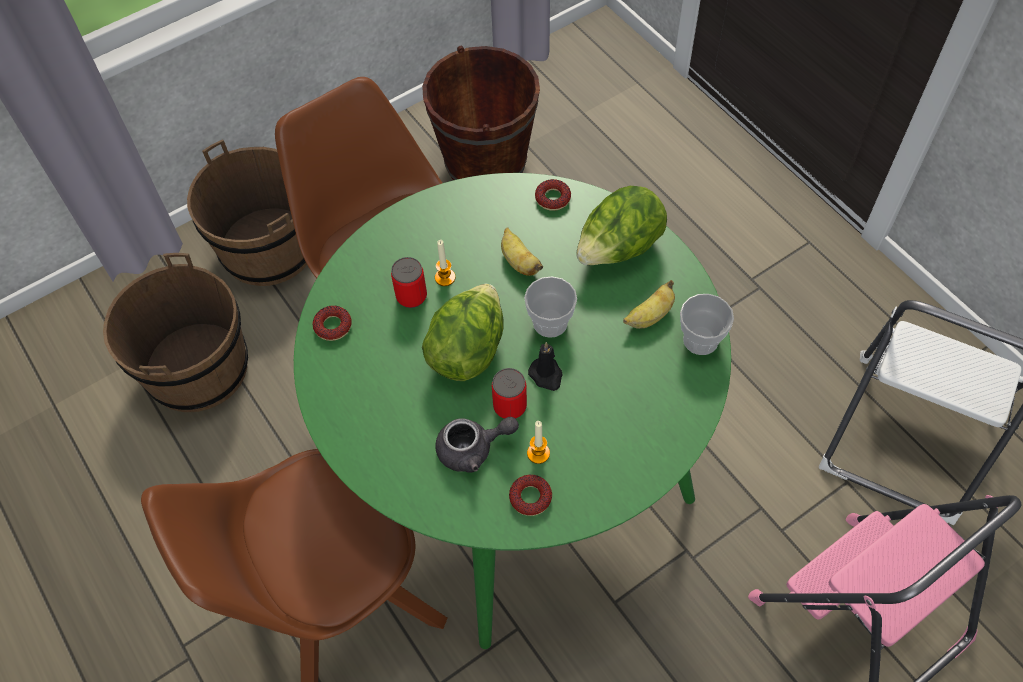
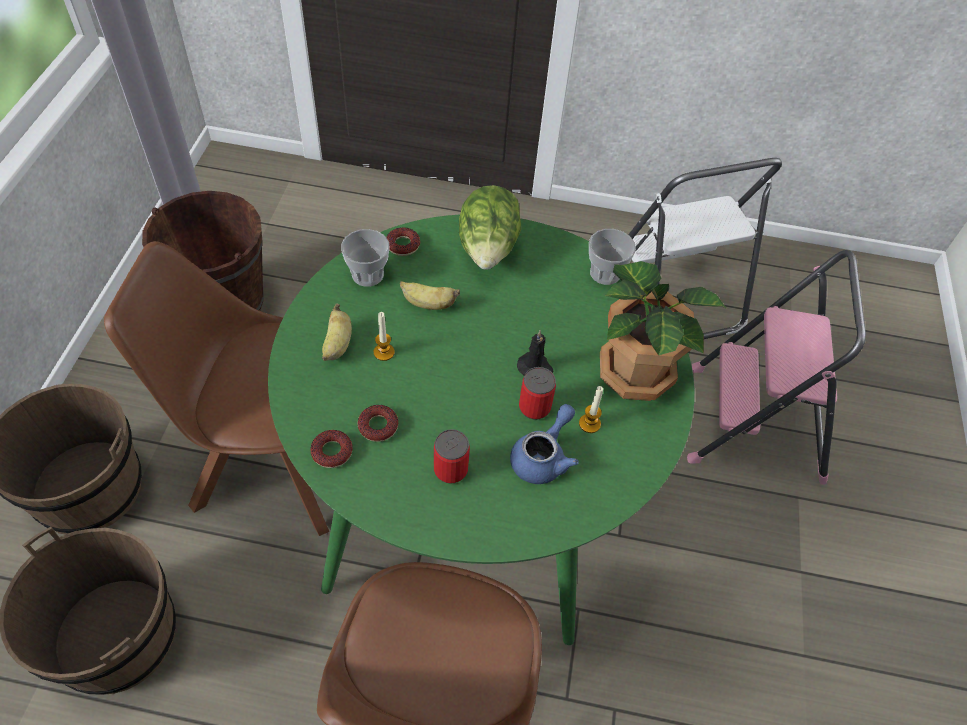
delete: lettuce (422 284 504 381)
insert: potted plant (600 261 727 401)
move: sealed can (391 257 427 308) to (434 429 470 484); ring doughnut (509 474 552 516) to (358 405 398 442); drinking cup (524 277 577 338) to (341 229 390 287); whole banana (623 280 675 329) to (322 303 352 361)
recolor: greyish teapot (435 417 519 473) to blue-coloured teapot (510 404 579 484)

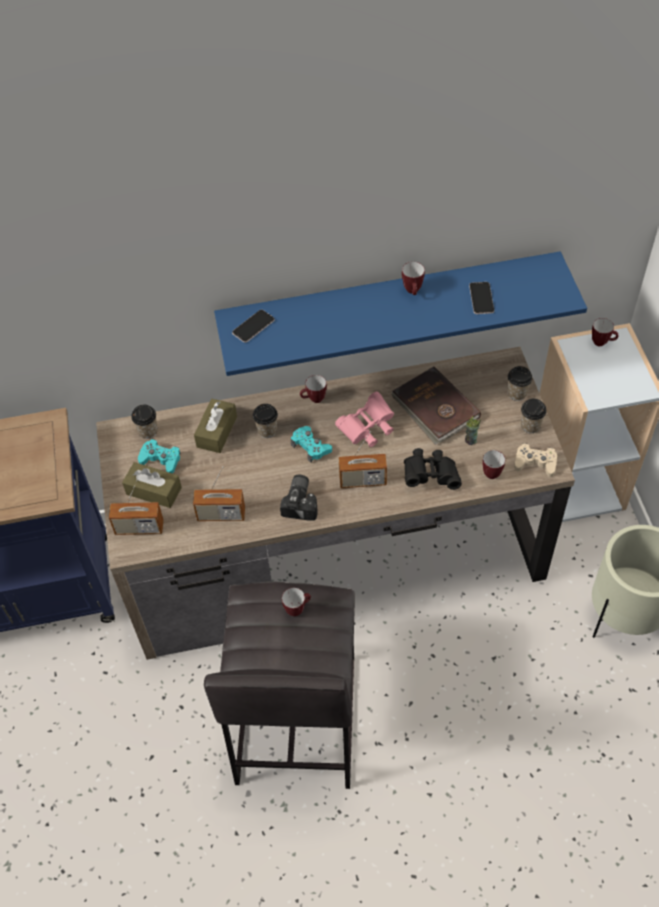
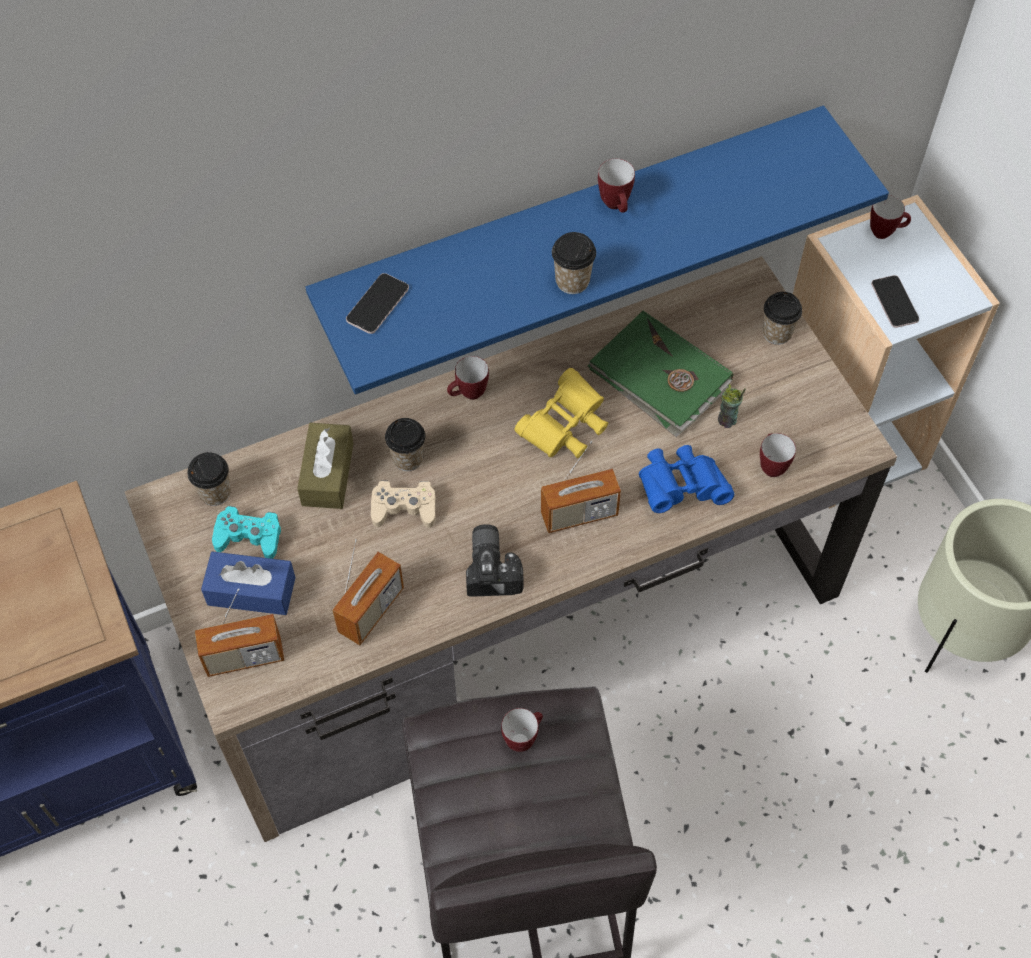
delete: blue-green game controller (291 426 332 463)
move: telephone (469 282 494 314) to (871 275 919 328); sand-coloured game controller (514 443 557 477) to (371 480 436 528); drinking cup (521 399 547 433) to (552 232 596 294)
recolor: brown-coloured tissue box (122 462 182 508) to blue-coloured tissue box (201 551 296 615); pink binoculars (335 392 394 447) to yellow binoculars (514 368 608 458); brown-coloured bound book (391 366 481 445) to green bound book (588 311 733 437); blackish binoculars (404 448 462 490) to blue-coloured binoculars (639 445 734 513)
rotate: radio set (193 467 245 521) = (332 539 404 645) 45 degrees counterclockwise

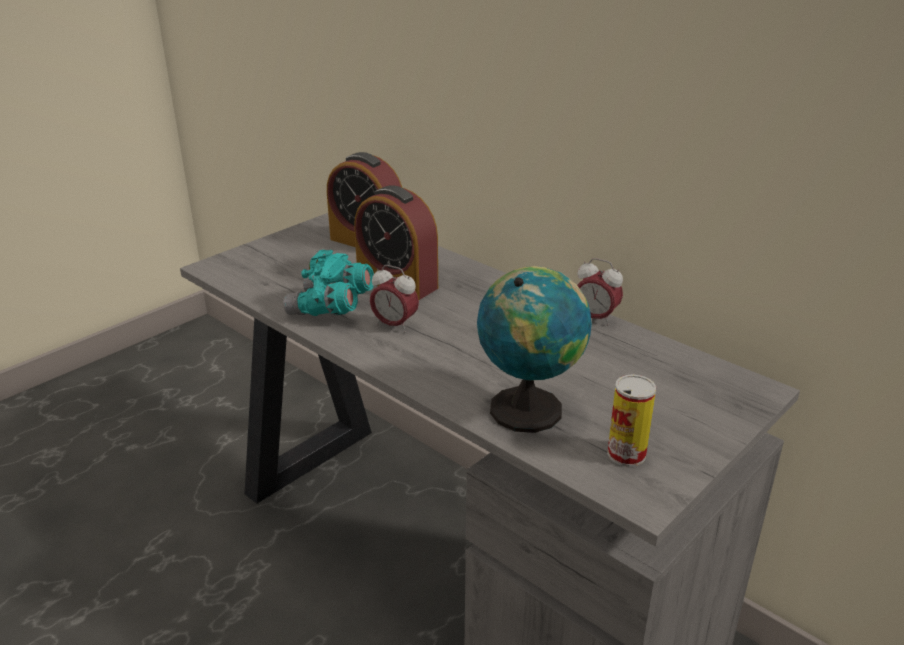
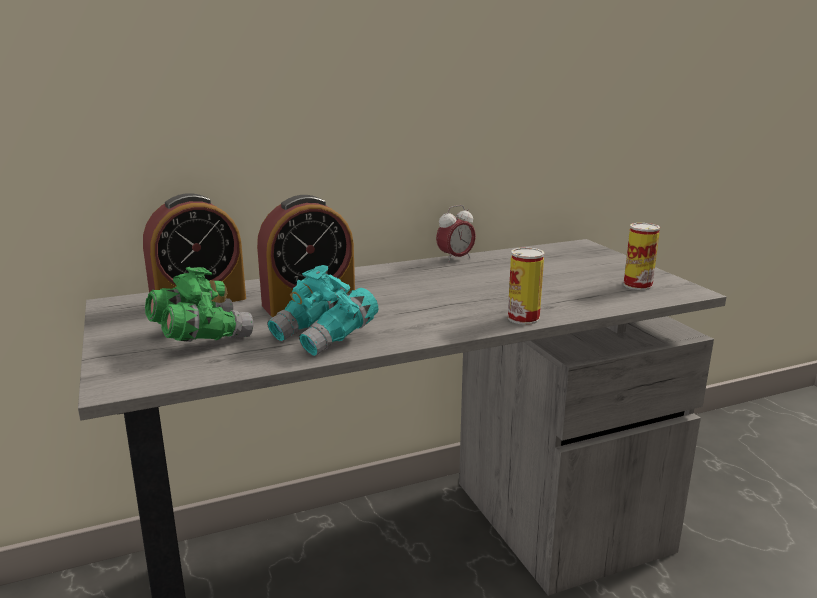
delete: bedside clock (370 265 419 333); world globe (477 266 592 433)
insert: green binoculars (145 267 253 342); sealed can (508 247 544 325)

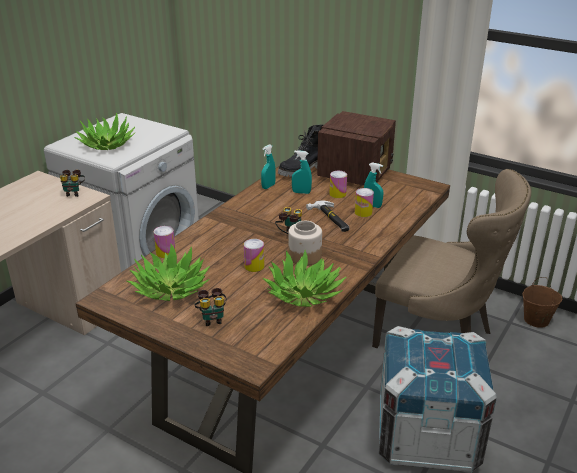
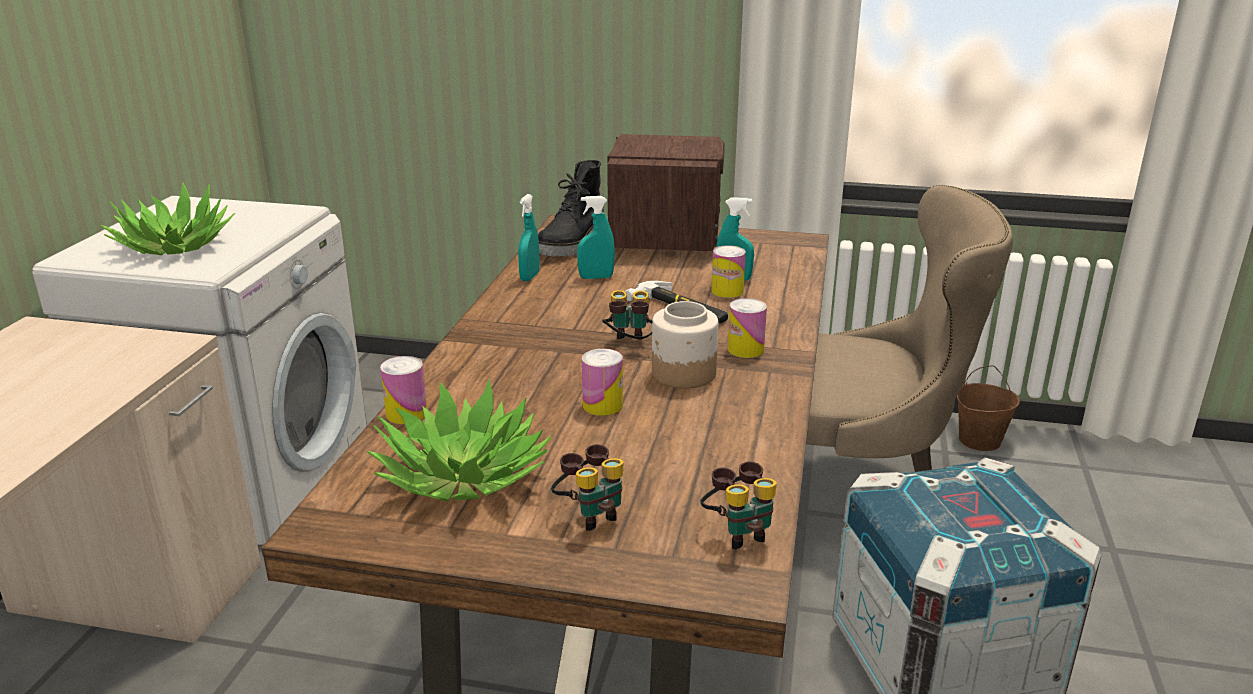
delete: potted plant (262 250 346 307)
move: binoculars (60 170 85 197) to (700 461 777 549); sealed can (330 171 347 198) to (728 298 767 358)

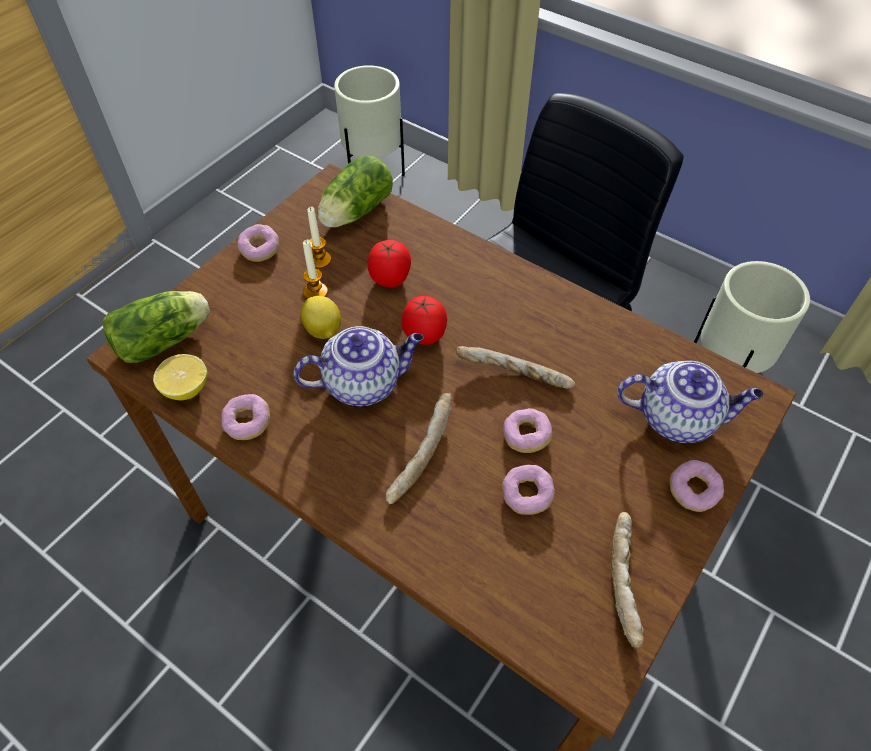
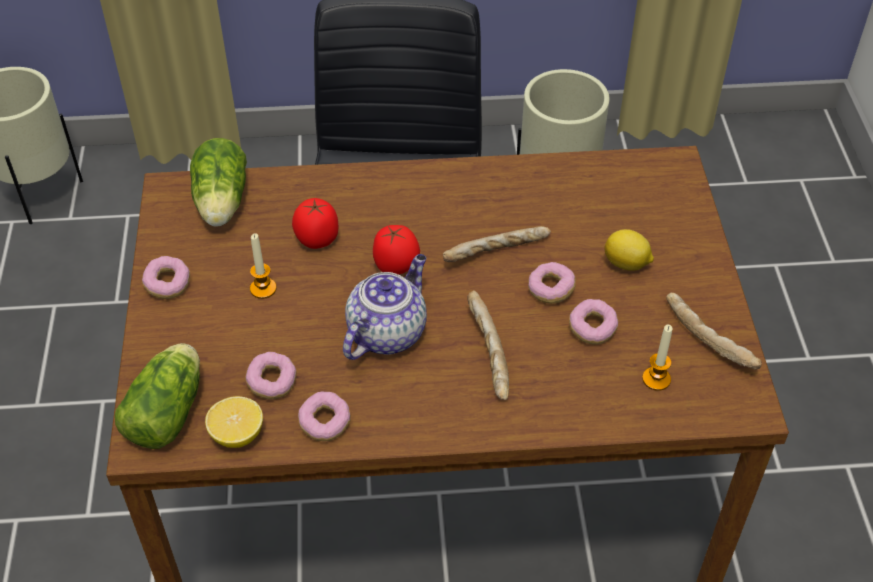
delete: teapot (617 360 764 443)
move: whole lemon (301 296 341 339) to (604 229 654 271); wax light (307 207 331 269) to (642 325 673 391); ring doughnut (670 460 724 512) to (245 352 297 399)

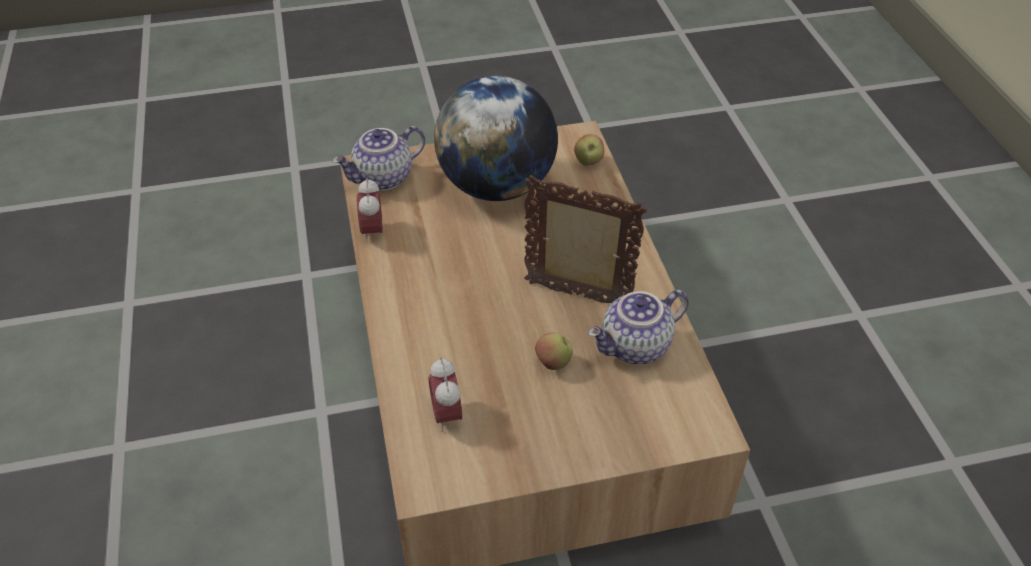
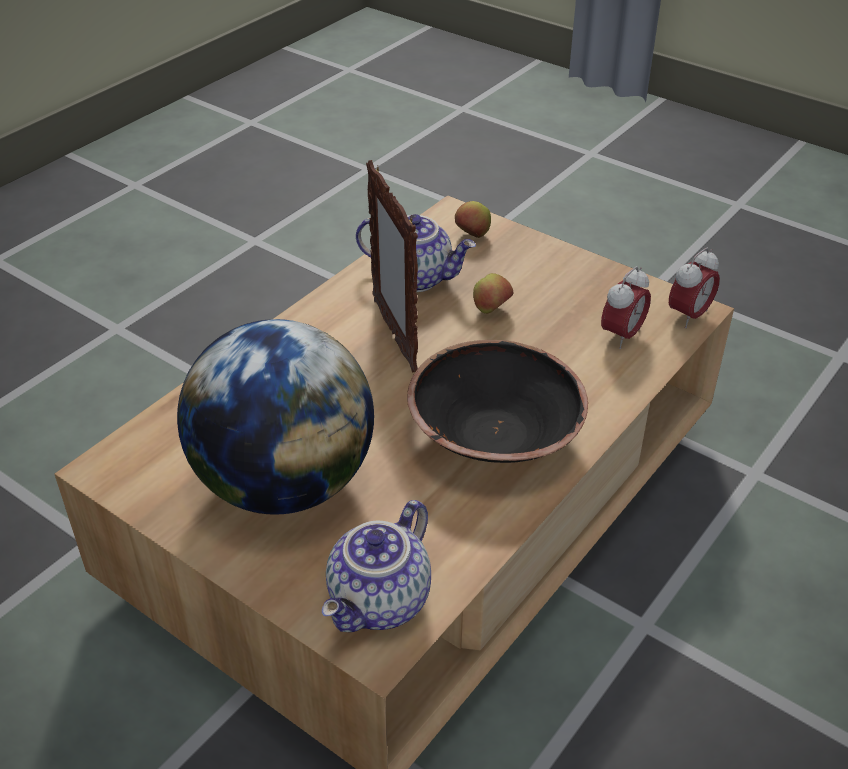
insert: blackish serving bowl (407 340 588 463)
move: bedside clock (357 178 383 243) to (669 248 720 328); whole apple (574 134 604 166) to (455 201 491 238)
rotate: teapot (332 126 425 191) = (322 500 431 632) 105 degrees clockwise

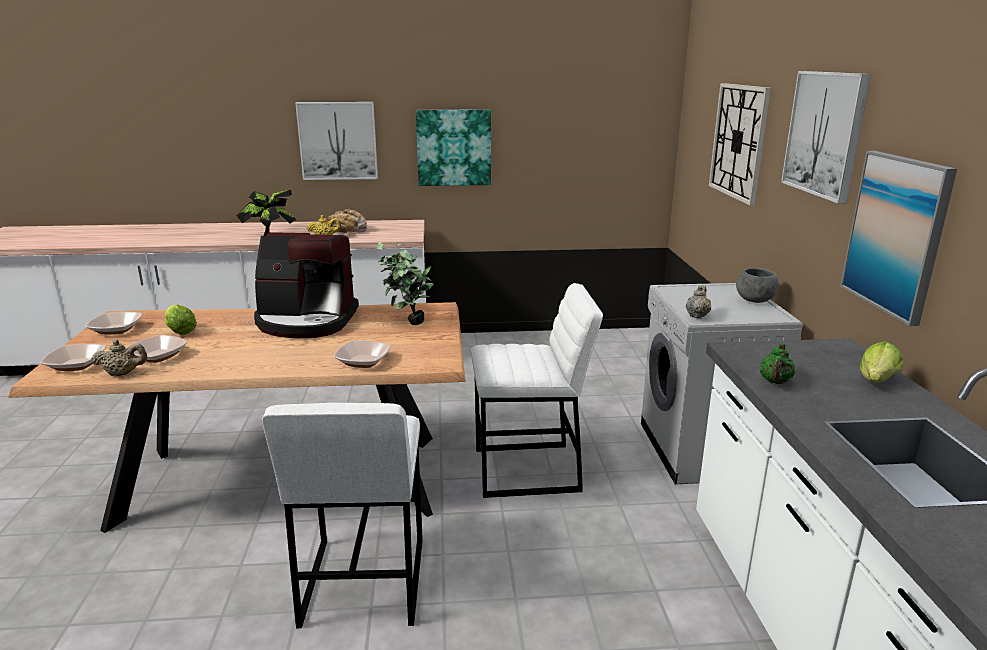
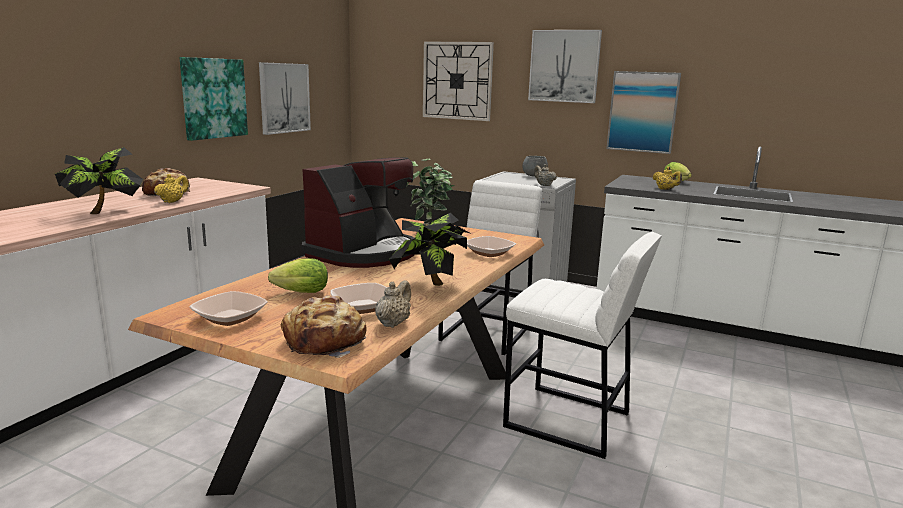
insert: potted plant (389 213 472 286)
move: wall art (295 102 378 180) to (259 62 311 135)
replace: serving bowl (40 344 106 371) to baked bread (281 295 368 358)
recolor: green teapot (760 343 795 384) to yellow teapot (653 167 682 190)

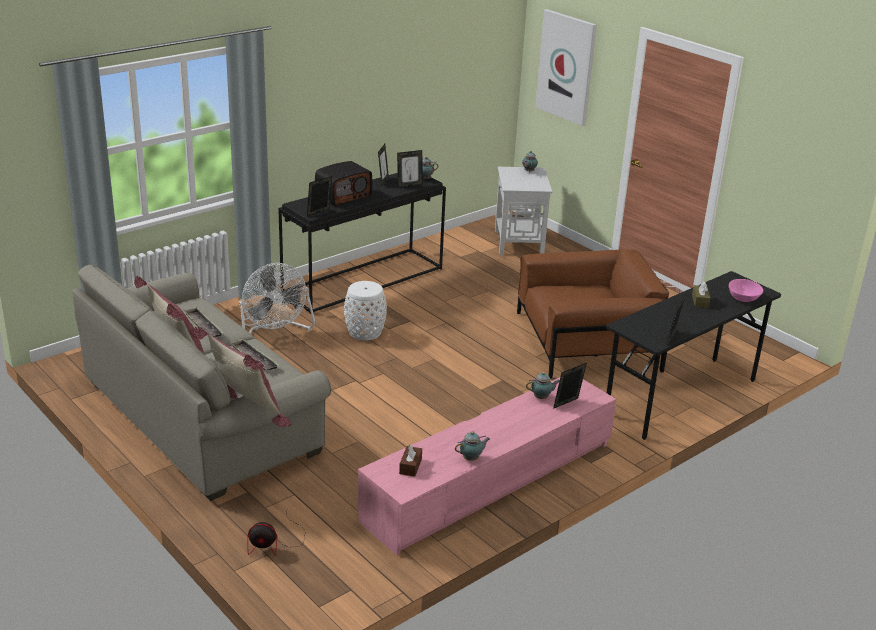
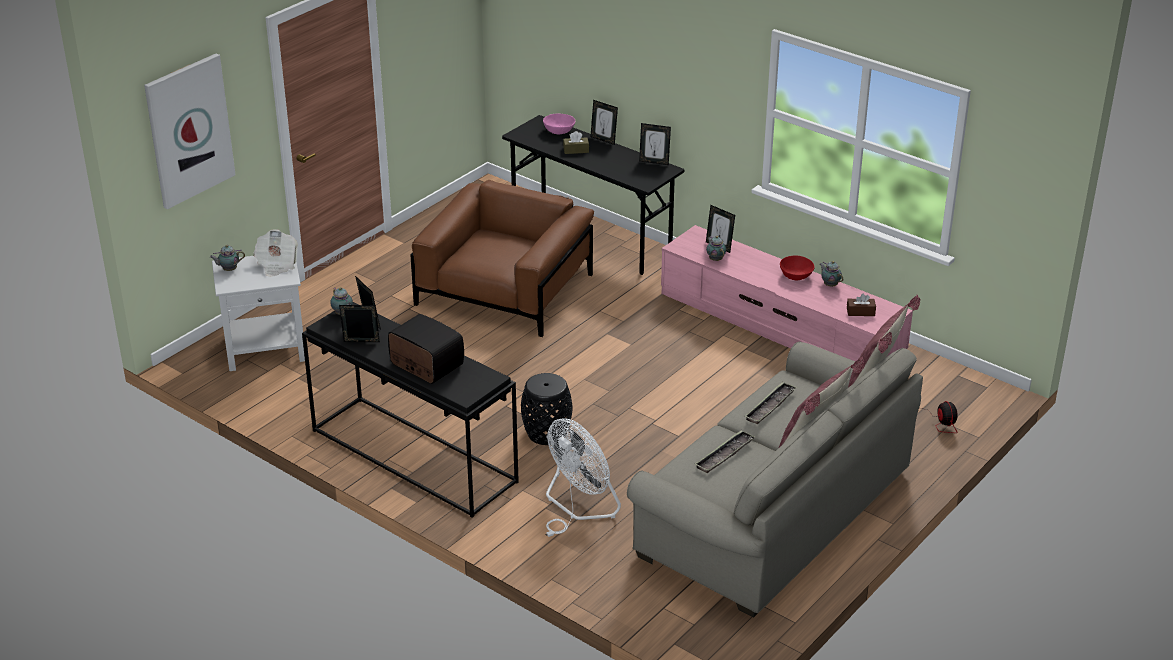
insert: newspaper (253 229 298 277); red-coloured serving bowl (780 255 815 280)
move: picture frame (307 176 332 217) to (590 100 618 145)
recolor: white sitting stool (344 281 387 341) to blackish sitting stool (521 373 572 445)
rotate: brown-coloured lounge chair (517 249 669 378) = (410 180 594 337) 45 degrees clockwise

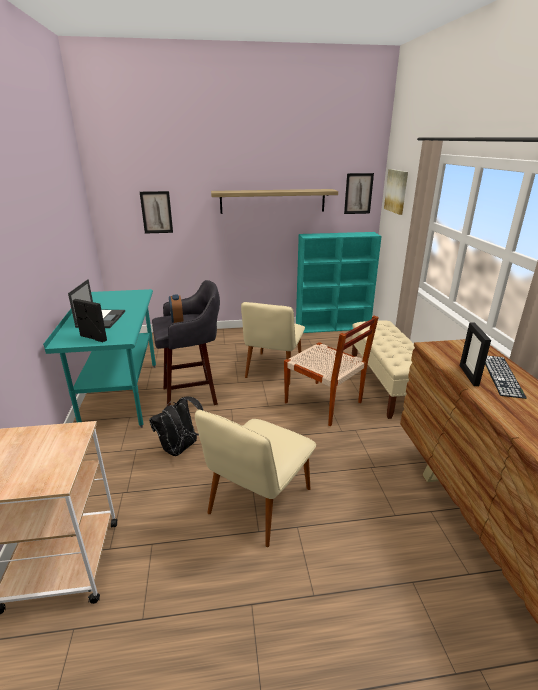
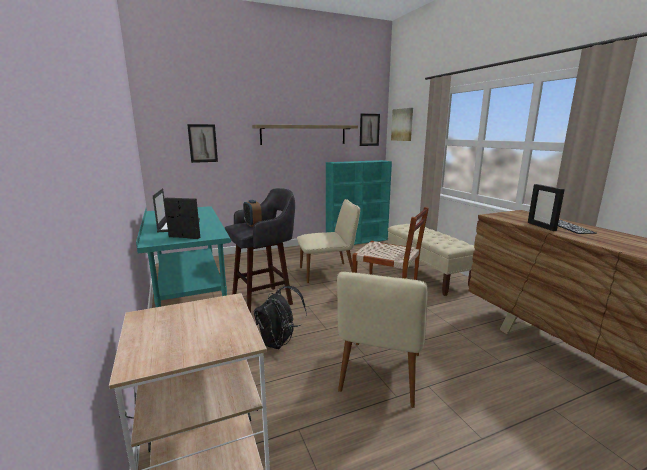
rotate: sand-coloured plain chair (241 302 305 385) = (297 199 360 283) 105 degrees counterclockwise

